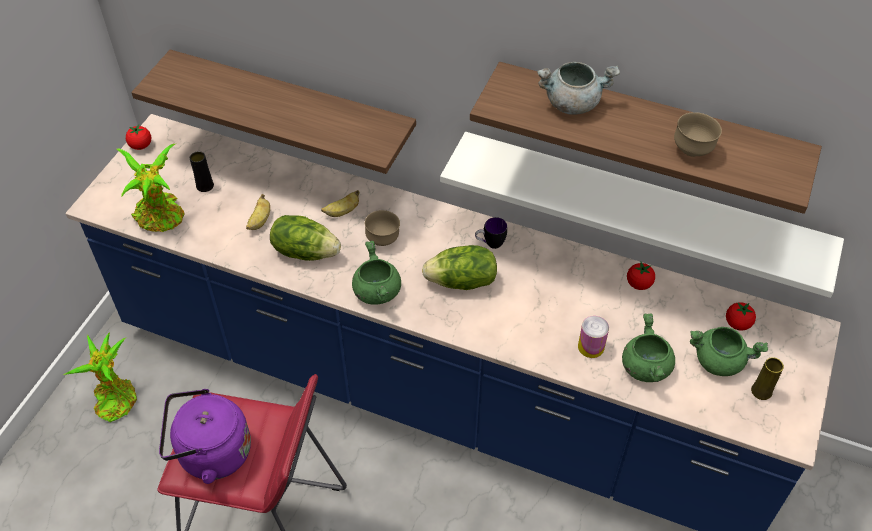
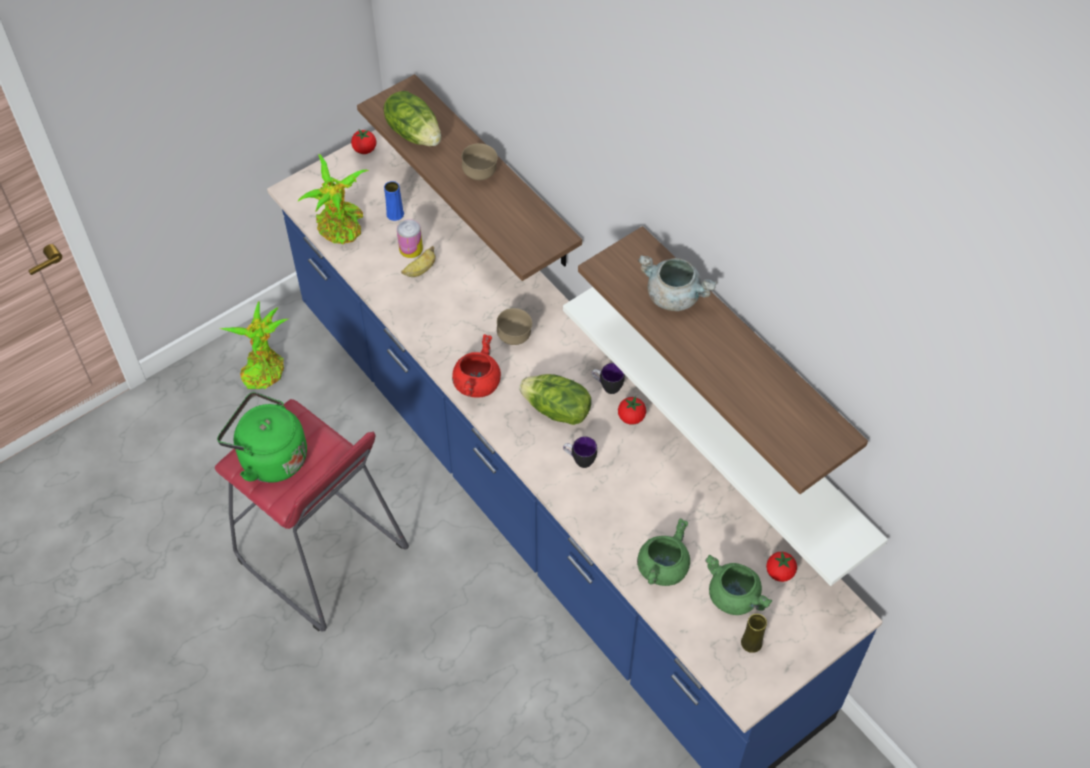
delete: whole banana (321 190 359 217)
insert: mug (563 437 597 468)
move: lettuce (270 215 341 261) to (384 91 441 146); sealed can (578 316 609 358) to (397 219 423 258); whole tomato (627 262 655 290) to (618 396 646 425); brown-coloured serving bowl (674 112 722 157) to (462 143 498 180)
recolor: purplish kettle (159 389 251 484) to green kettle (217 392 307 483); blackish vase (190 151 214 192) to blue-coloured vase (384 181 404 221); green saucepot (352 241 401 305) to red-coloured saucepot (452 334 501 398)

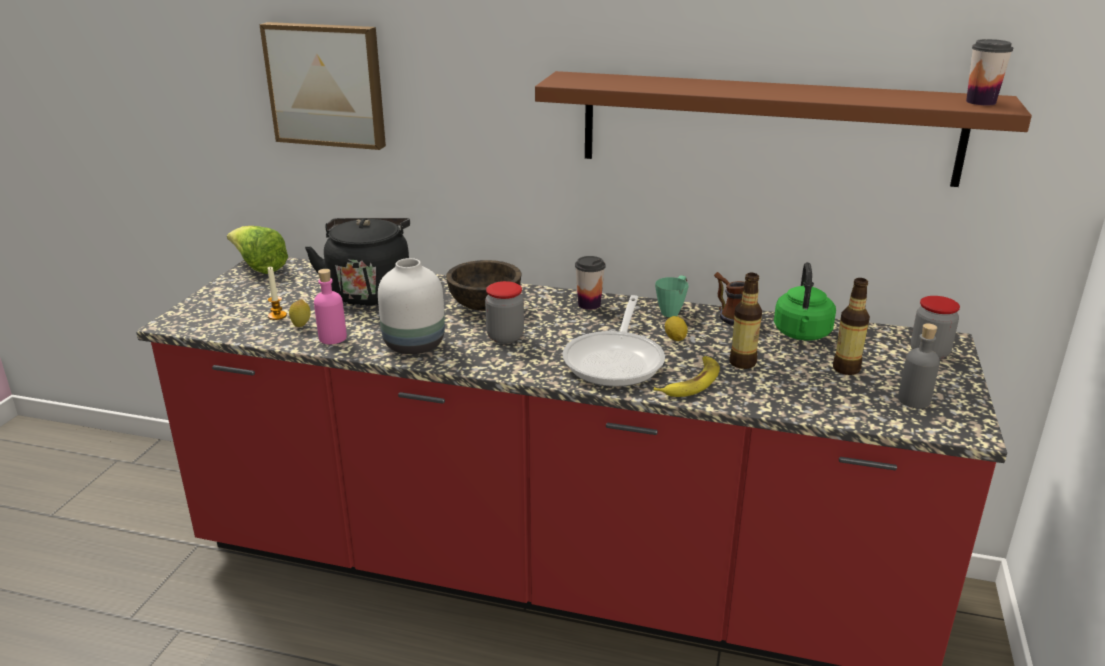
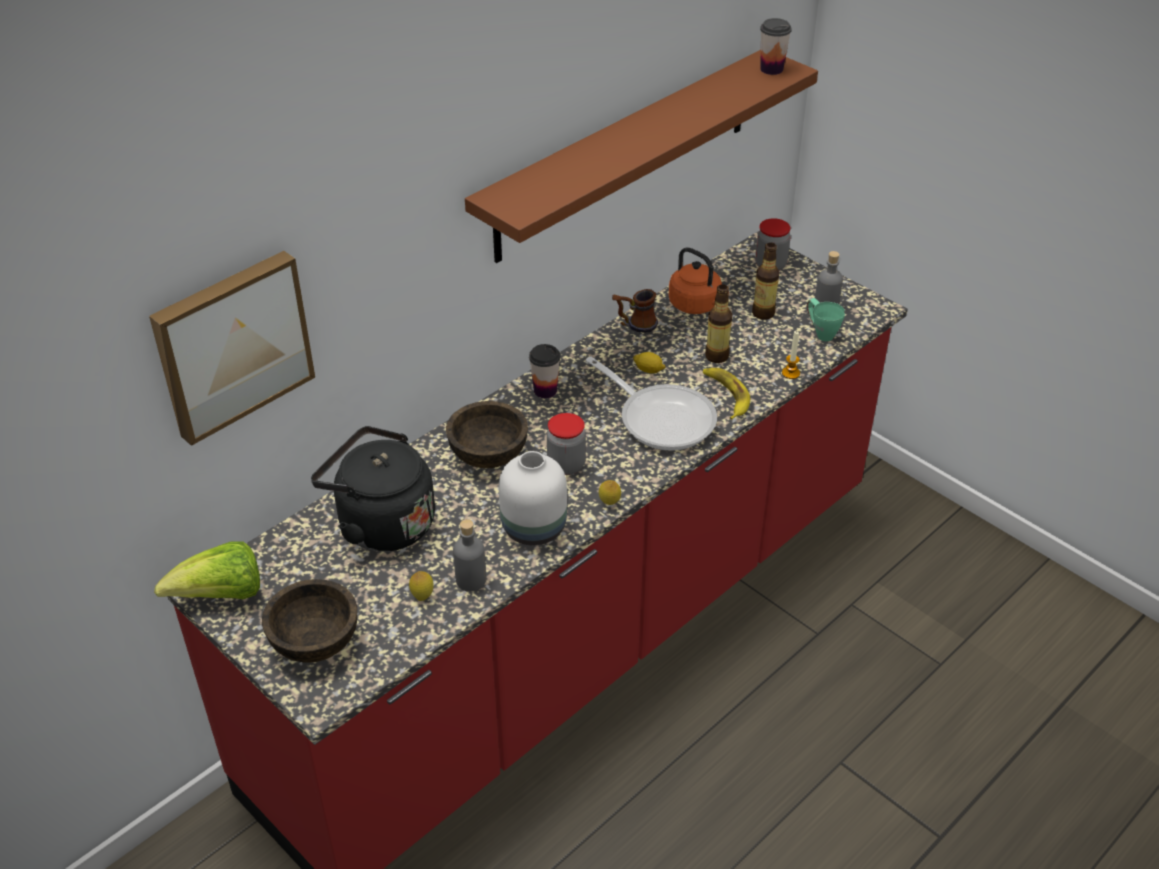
insert: brown-coloured serving bowl (262 579 357 663); whole lemon (598 480 621 505)
move: wax light (268 267 287 320) to (782 331 800 379); green mug (655 275 689 317) to (807 298 845 341)
recolor: pink beverage bottle (314 269 347 344) to greyish beverage bottle (453 519 486 592); green kettle (774 262 836 340) to orangey kettle (669 247 729 314)

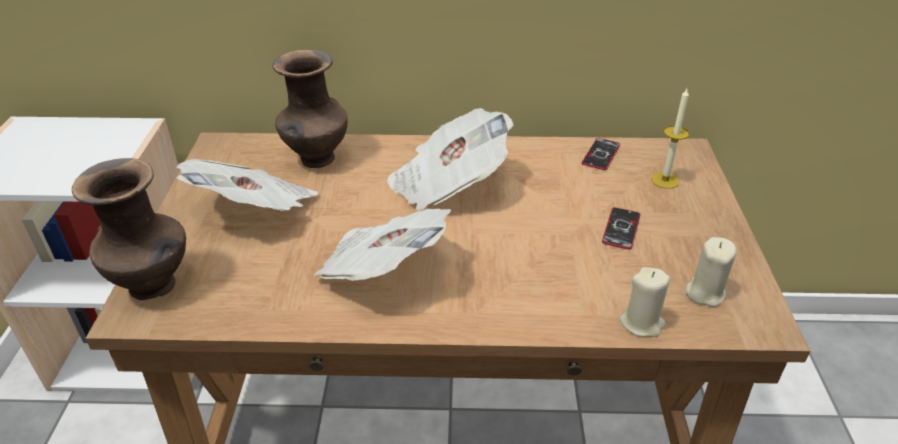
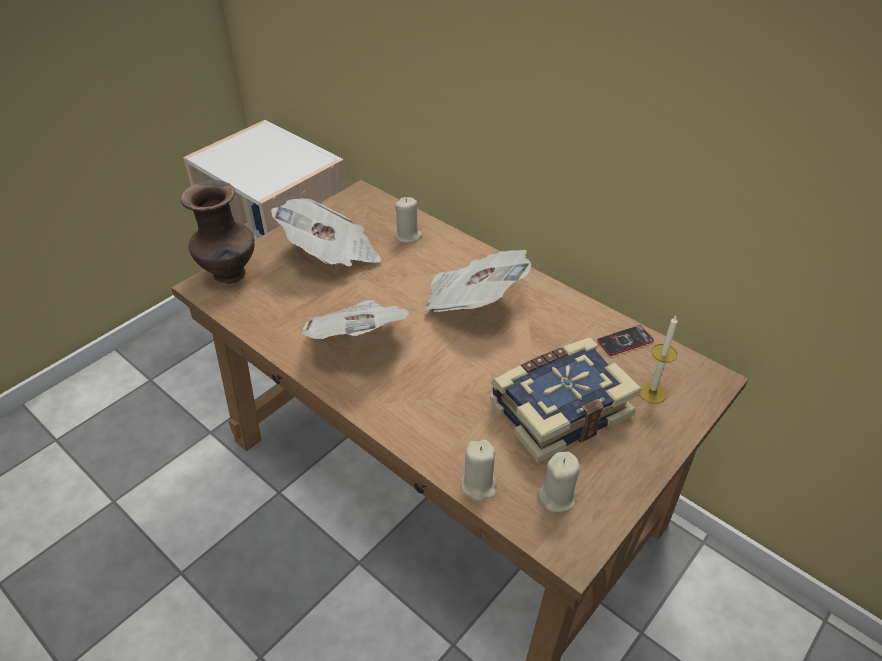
replace: brown-coloured vase (273 50 348 168) to sand-coloured wax light (394 197 423 243); telephone (602 207 640 249) to bound book (490 337 642 463)

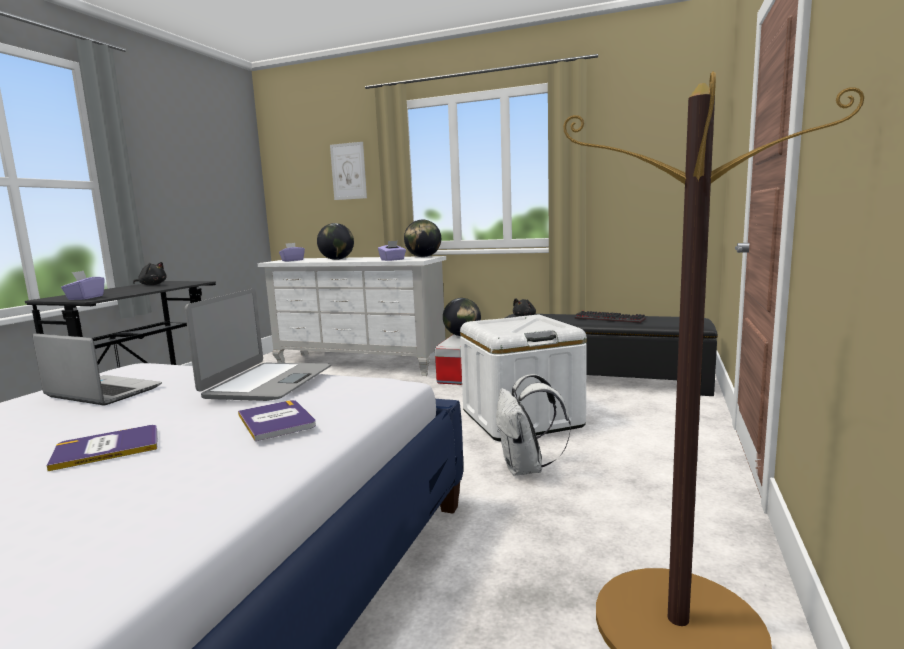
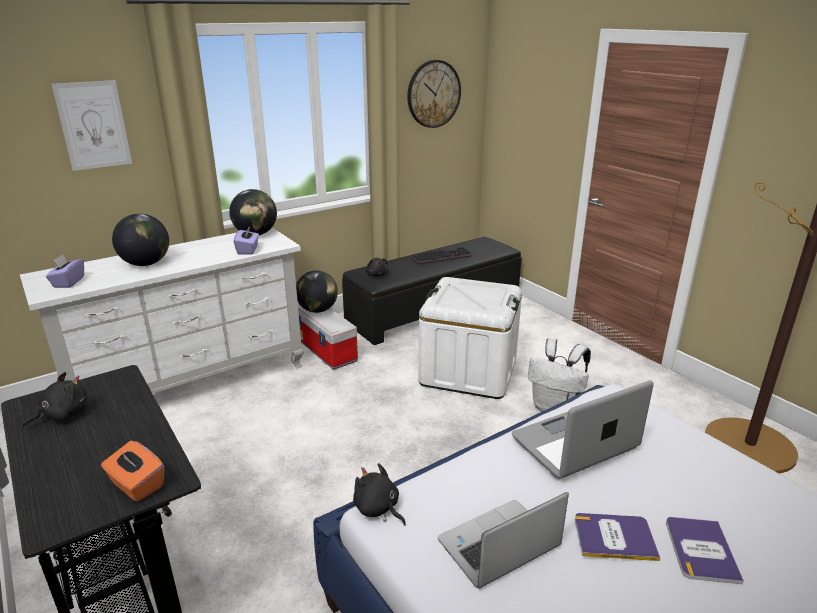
insert: blackish soft toy (353 463 406 526); hanging clock (407 60 461 128)
move: bound book (238 400 316 441) to (575 513 660 561)
recolor: purplish tissue box (61 271 105 300) to orangey tissue box (101 441 164 502)
rotate: portable computer (185 289 331 401) = (512 380 654 479) 75 degrees counterclockwise

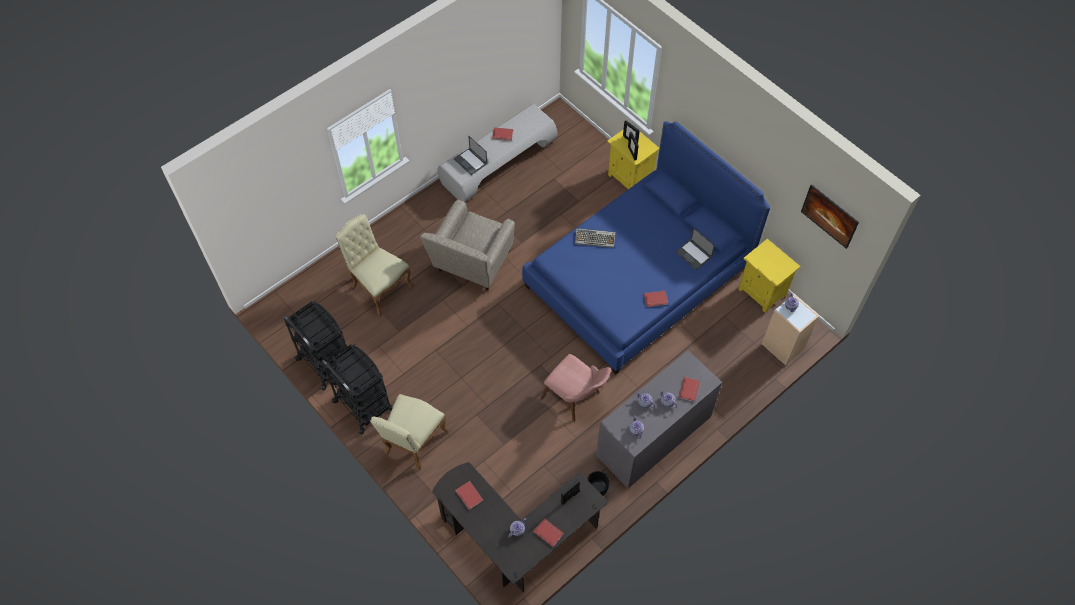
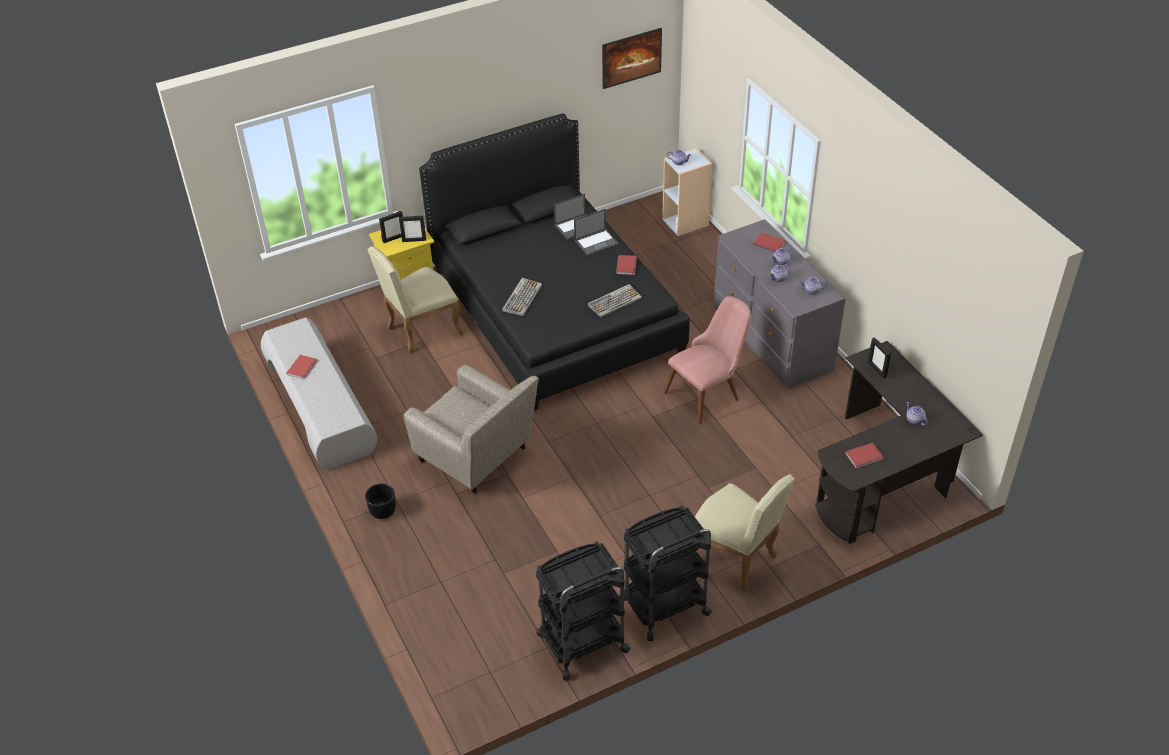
delete: red-coloured bound book (533 518 564 547); yellow nightstand (738 239 800 313)
insert: computer keyboard (588 284 642 318)
move: sand-coloured plain chair (335 214 414 317) to (367 246 464 354); portable computer (454 136 487 175) to (574 209 619 256); blackish flower pot (587 471 610 496) to (365 483 396 519)
recolor: blue-coloured bed (522 121 770 374) to blackish bed (419 114 690 411)

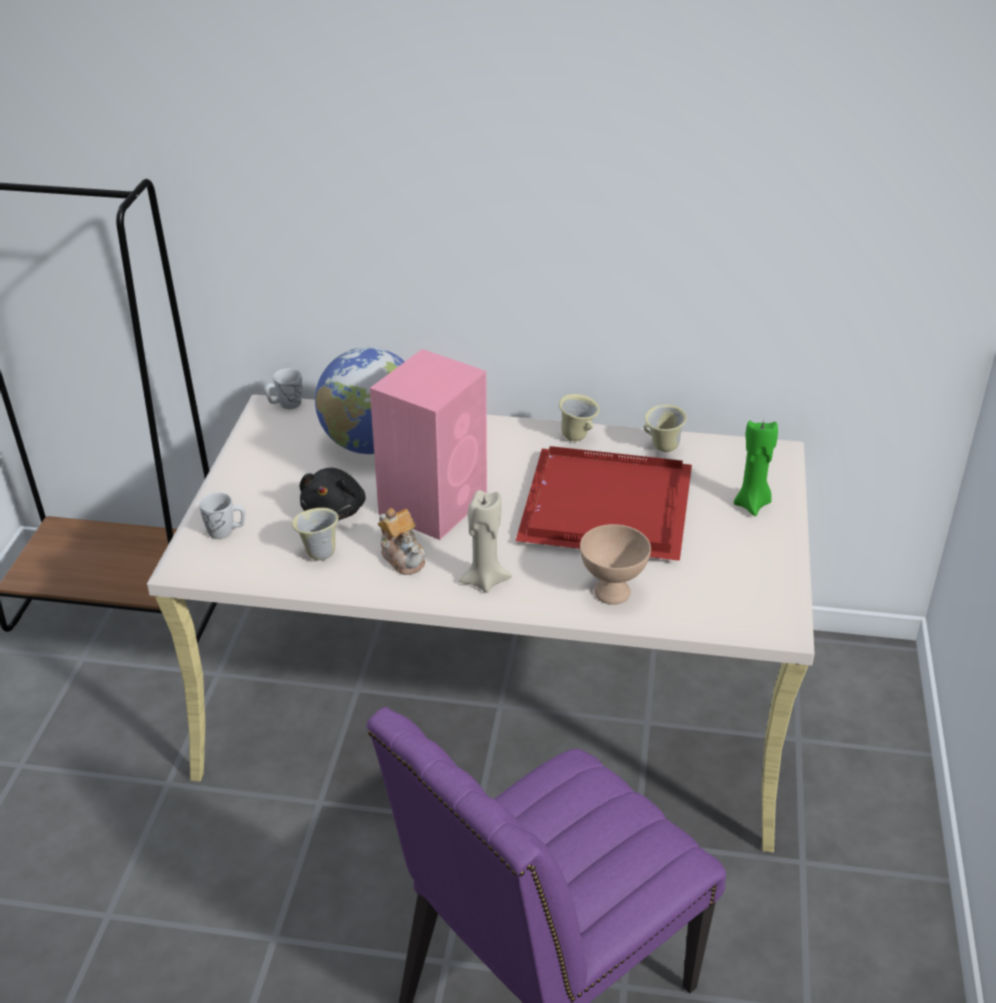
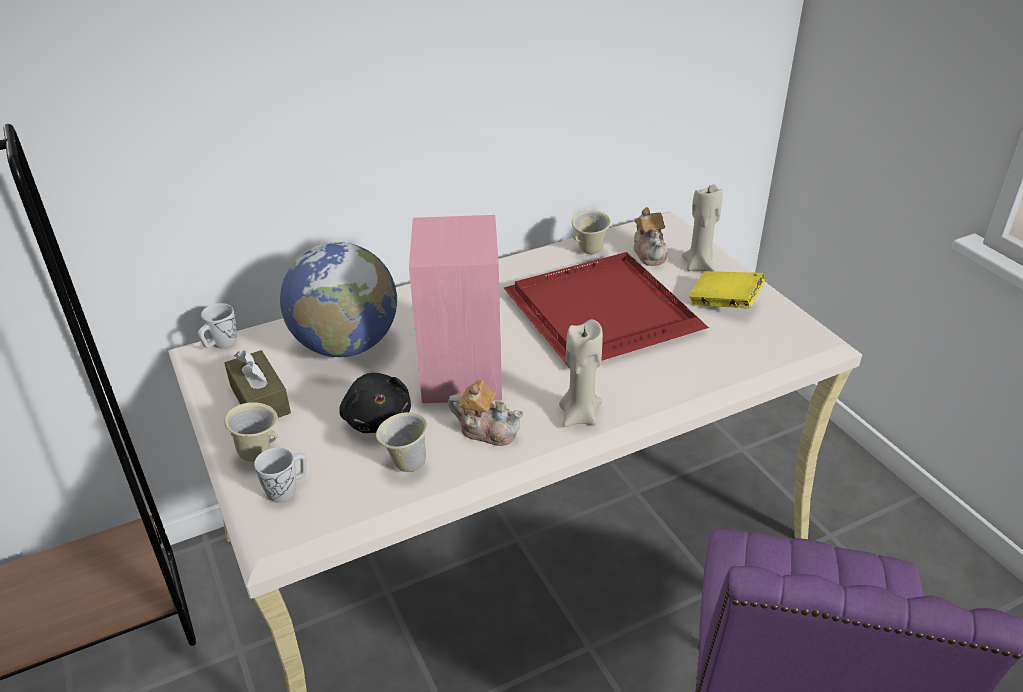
delete: sand-coloured serving bowl (580 524 651 605)
insert: brown-coloured tissue box (224 350 291 418); teapot (634 207 668 266); yellow bound book (689 271 765 309)
move: sand-coloured mug (559 394 600 442) to (224 402 278 462)
recolor: green wax light (734 420 778 516) to sand-coloured wax light (682 184 723 271)

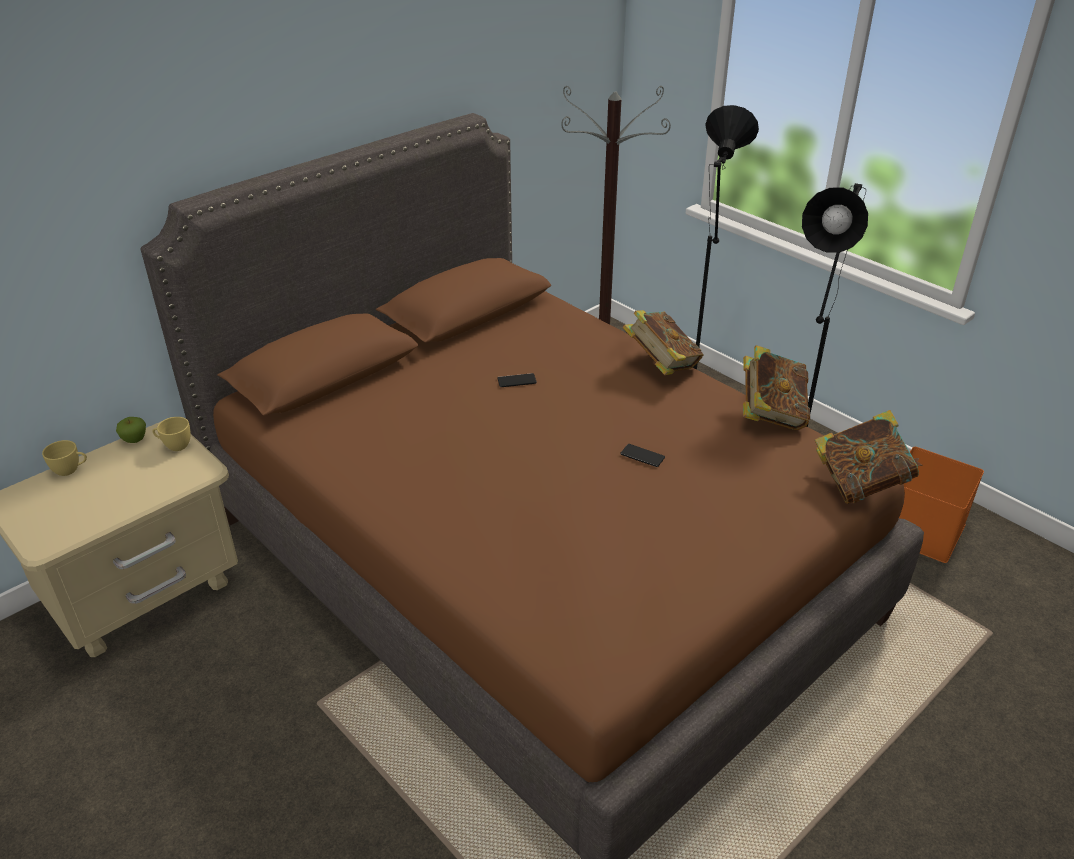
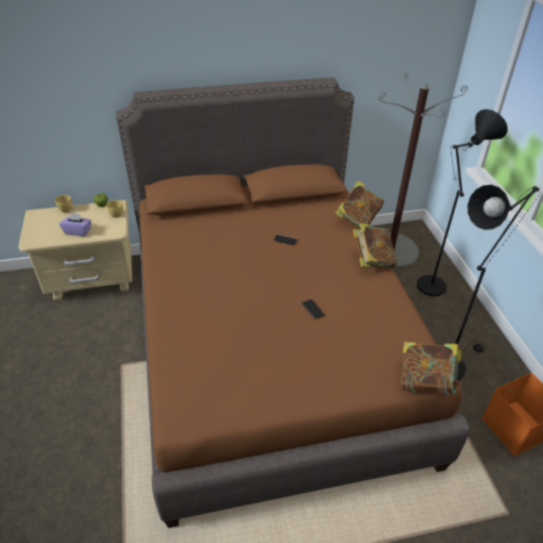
insert: purplish tissue box (59 213 91 236)
move: bound book (743 345 810 430) to (335 181 384 230)

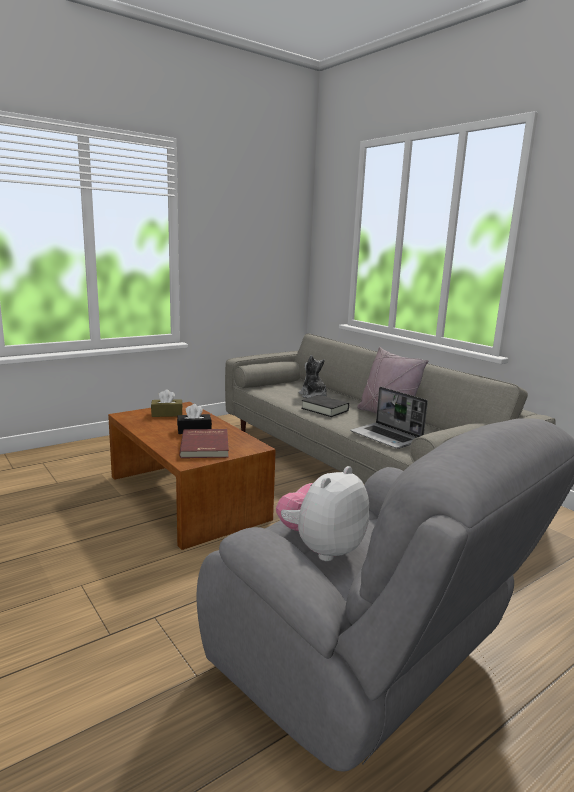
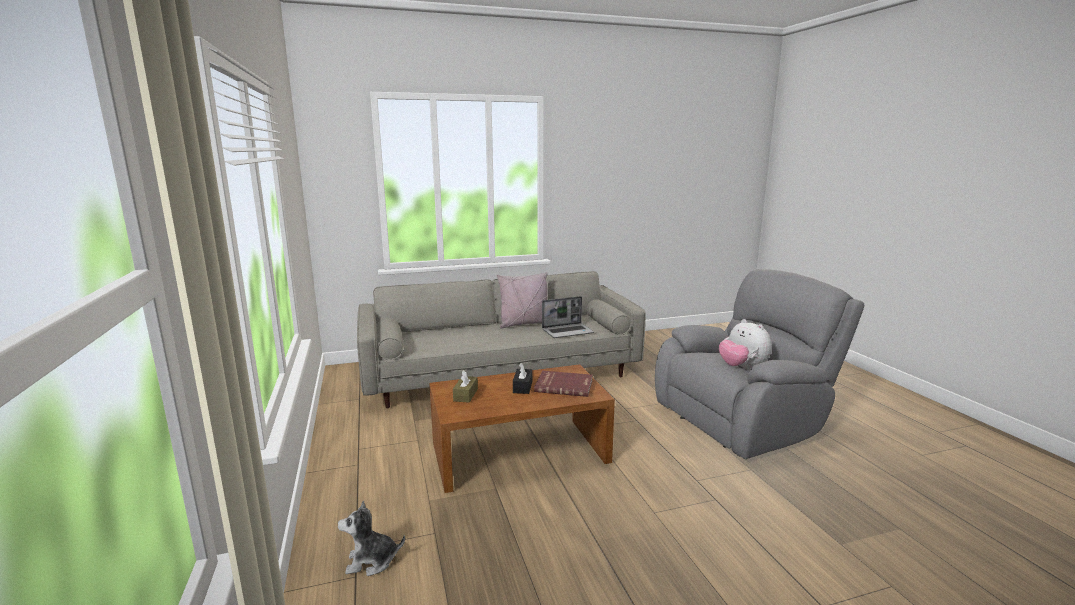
delete: blackish bound book (301 395 349 417)
move: soft toy (299 355 327 398) to (338 501 405 576)

